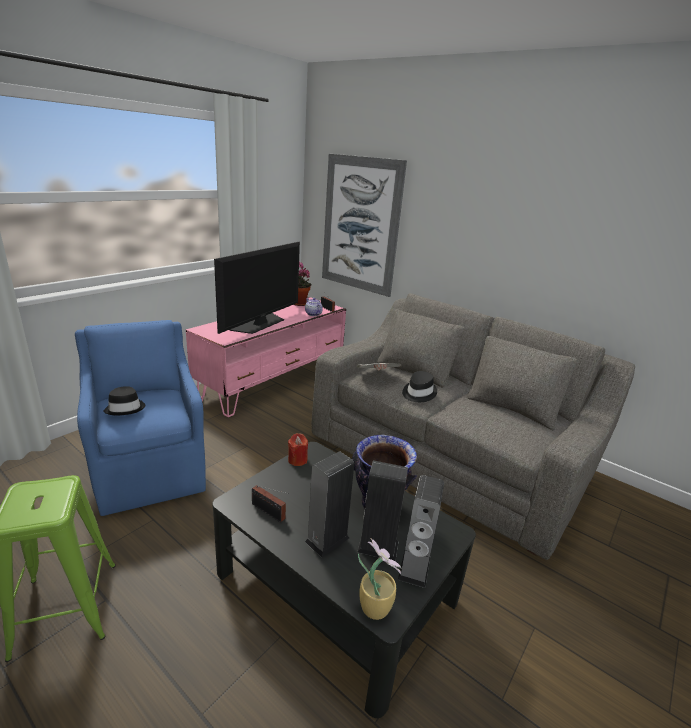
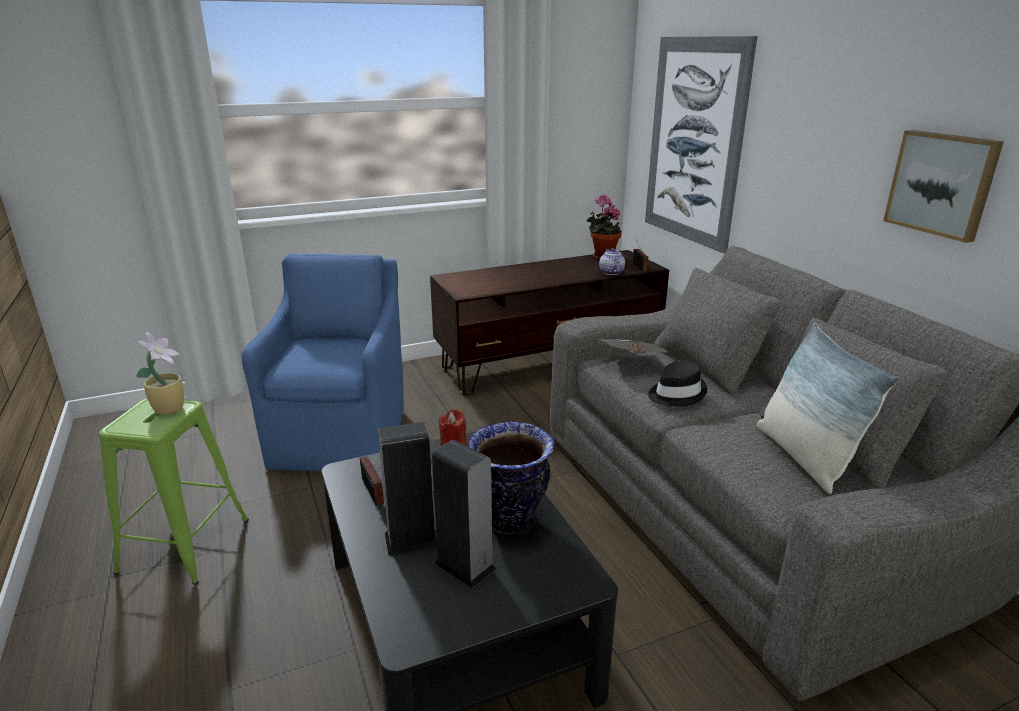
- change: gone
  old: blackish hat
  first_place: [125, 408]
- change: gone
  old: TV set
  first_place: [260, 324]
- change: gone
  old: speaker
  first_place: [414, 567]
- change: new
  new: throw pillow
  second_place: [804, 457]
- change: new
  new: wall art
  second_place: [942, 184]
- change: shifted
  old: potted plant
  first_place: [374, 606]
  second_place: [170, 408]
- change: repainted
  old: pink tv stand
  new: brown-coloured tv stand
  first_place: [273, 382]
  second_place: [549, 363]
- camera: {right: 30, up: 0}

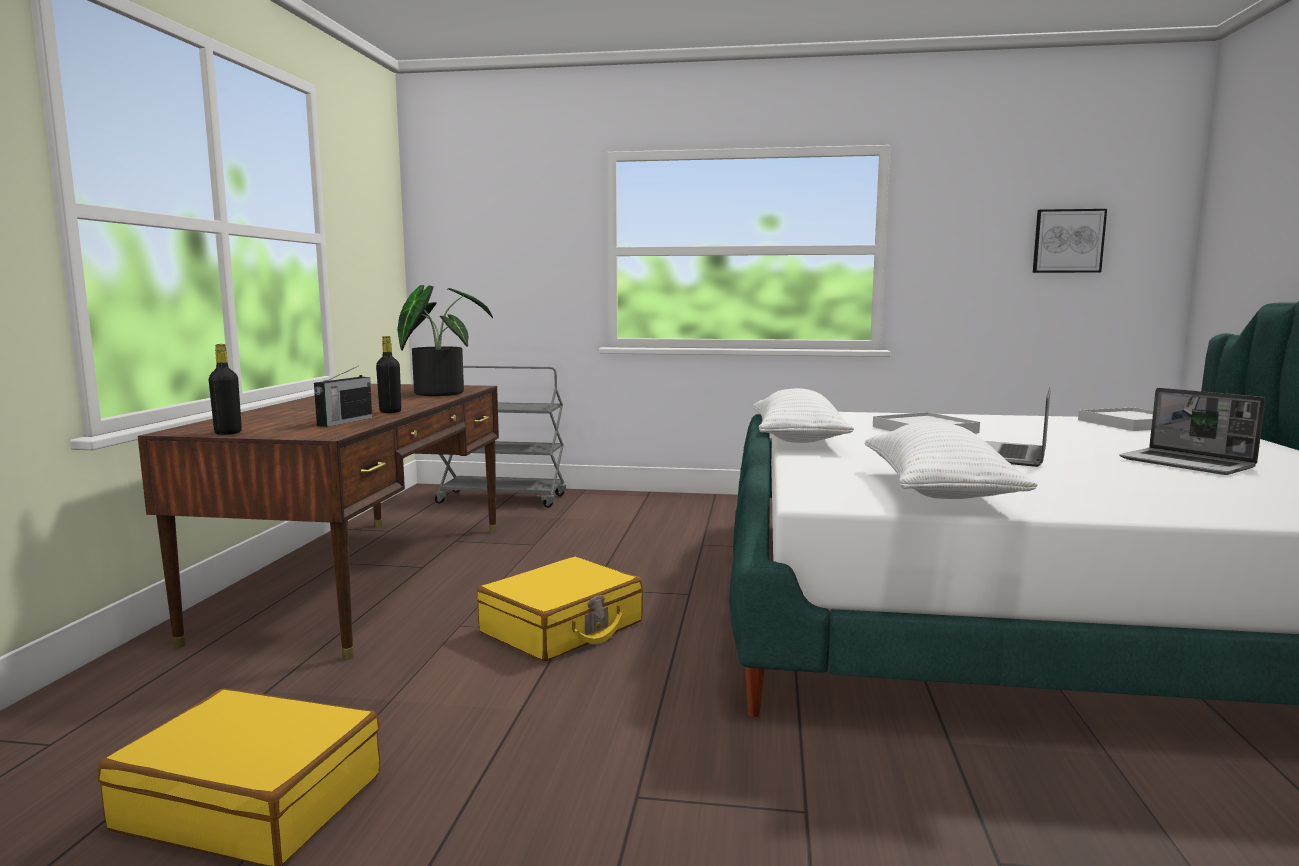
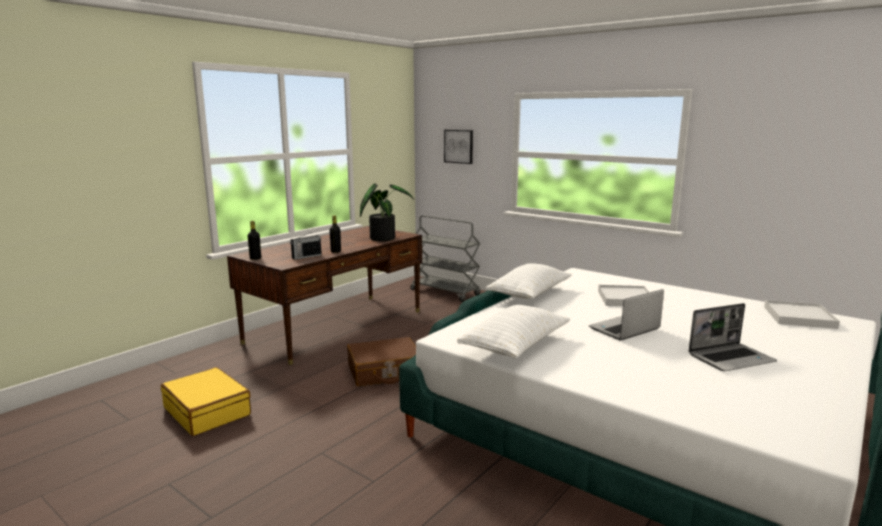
- change: shifted
  old: wall art
  first_place: [1068, 241]
  second_place: [459, 146]
- change: repainted
  old: yellow-coloured suitcase
  new: brown-coloured suitcase
  first_place: [562, 628]
  second_place: [384, 372]
- change: rotated
  old: laptop
  first_place: [1188, 464]
  second_place: [731, 358]
  degrees: -105
- camera: {right: 30, up: 5}

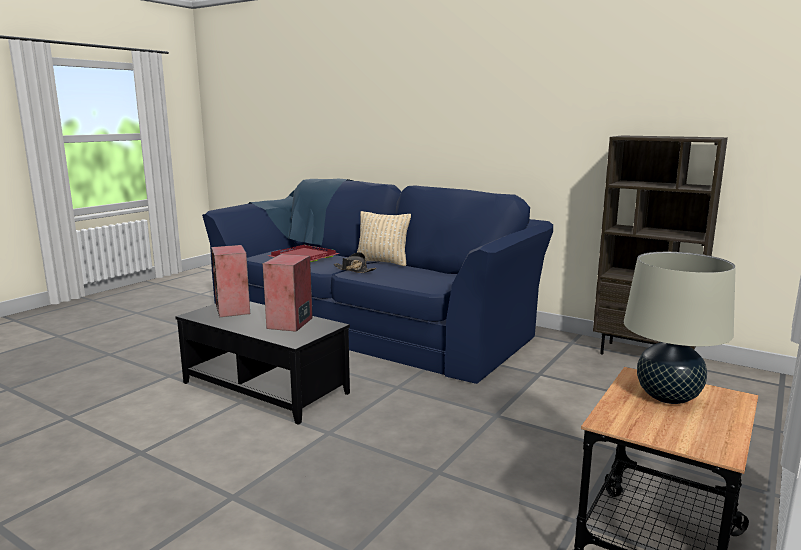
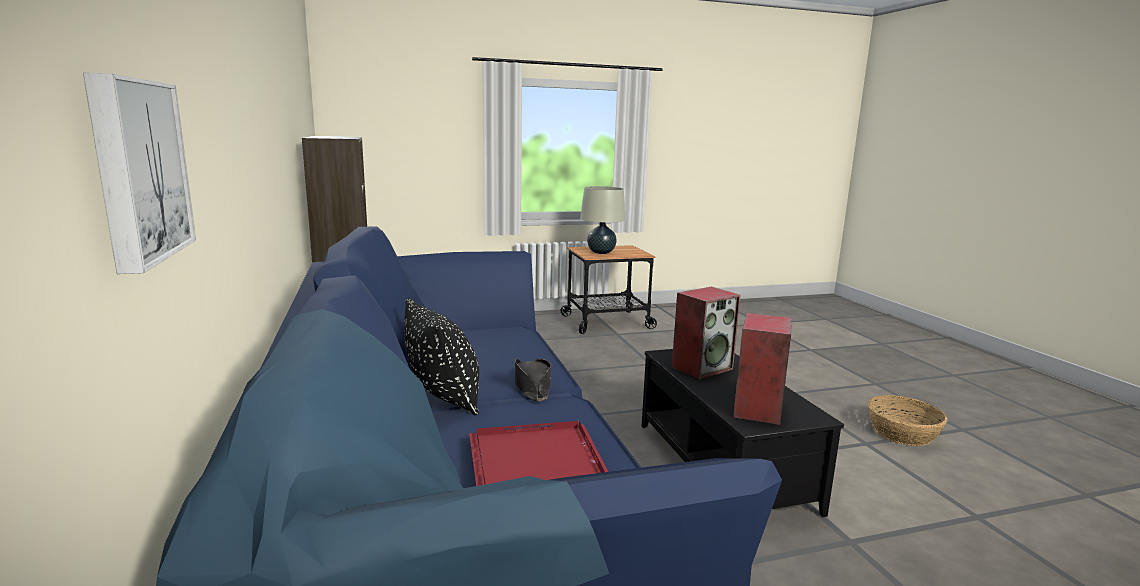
- change: new
  new: wall art
  second_place: [136, 170]
- change: new
  new: household basket
  second_place: [903, 433]
- change: repainted
  old: beige throw pillow
  new: blackish throw pillow
  first_place: [382, 262]
  second_place: [444, 399]
- camera: {right: -140, up: 0}

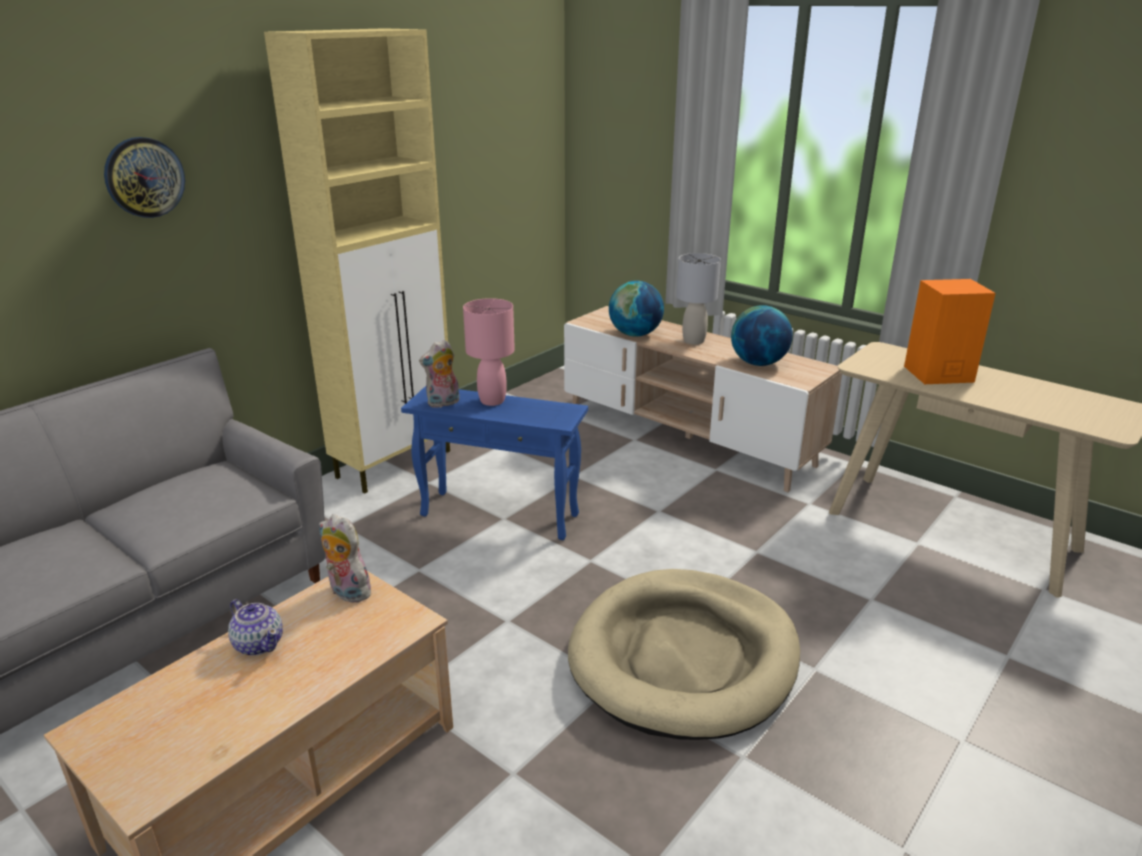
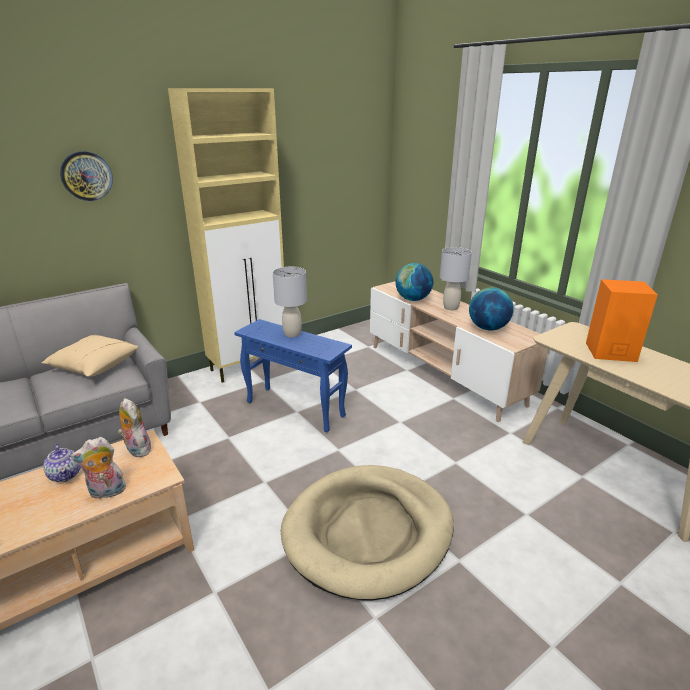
- change: new
  new: beige throw pillow
  second_place: [94, 365]
- change: shifted
  old: cuddly toy
  first_place: [443, 403]
  second_place: [106, 493]
- change: repainted
  old: pink tabletop lamp
  new: grey tabletop lamp
  first_place: [492, 401]
  second_place: [292, 334]
- camera: {right: 15, up: 0}

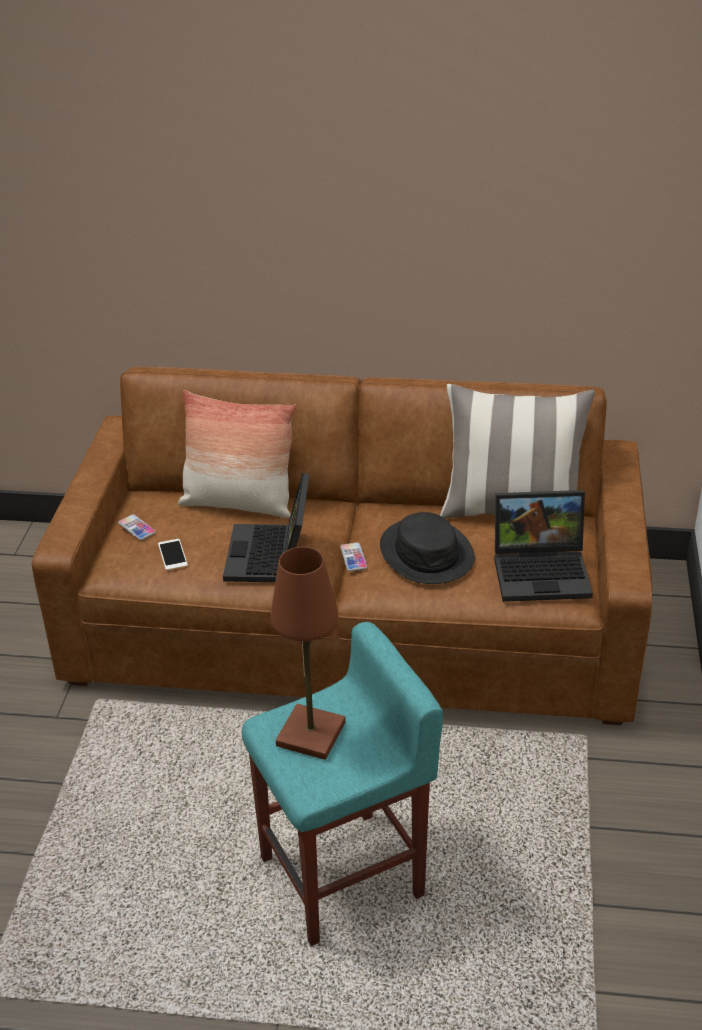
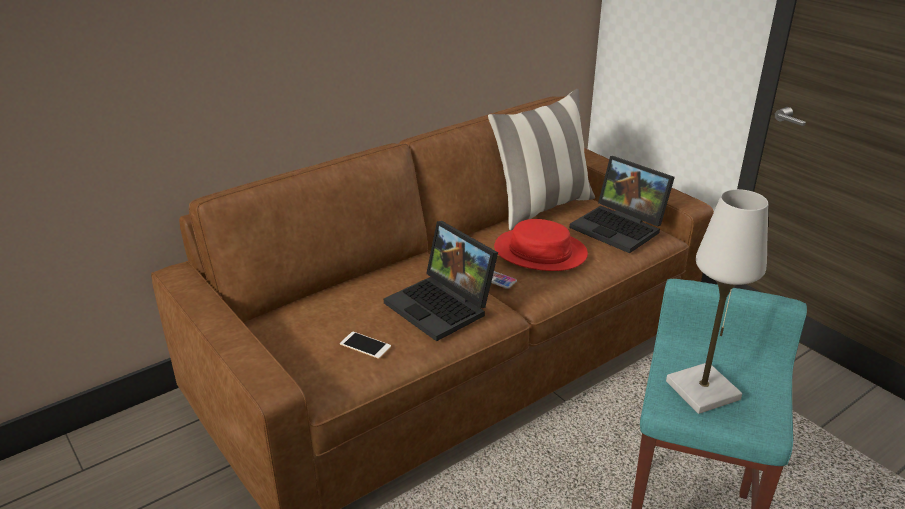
- change: gone
  old: telephone
  first_place: [137, 528]
- change: gone
  old: throw pillow
  first_place: [238, 504]
- change: repainted
  old: brown-coloured tabletop lamp
  new: white-coloured tabletop lamp
  first_place: [311, 734]
  second_place: [703, 390]
- change: repainted
  old: blackish hat
  new: red hat
  first_place: [427, 553]
  second_place: [540, 251]
- change: rotated
  old: laptop
  first_place: [543, 571]
  second_place: [621, 228]
  degrees: 90
- camera: {right: -45, up: -5}

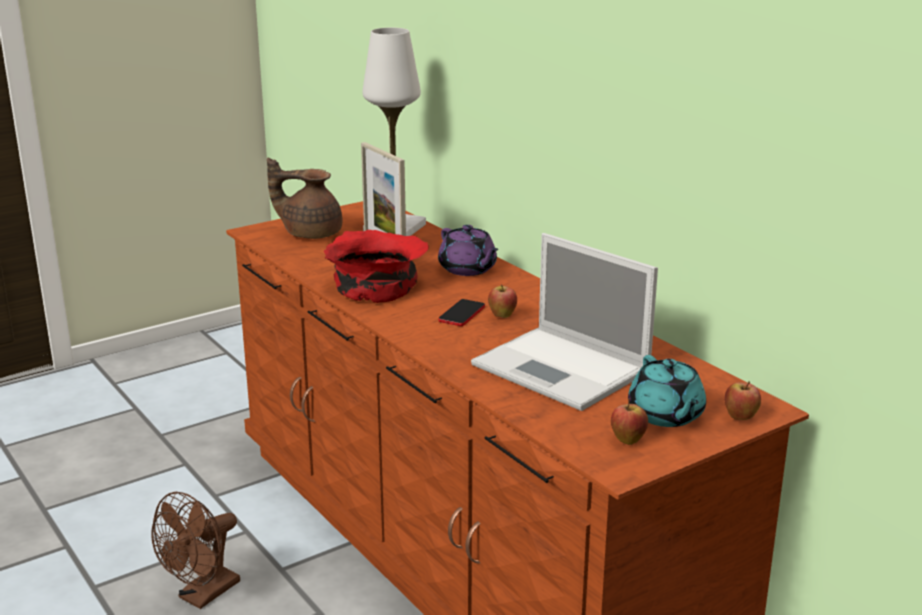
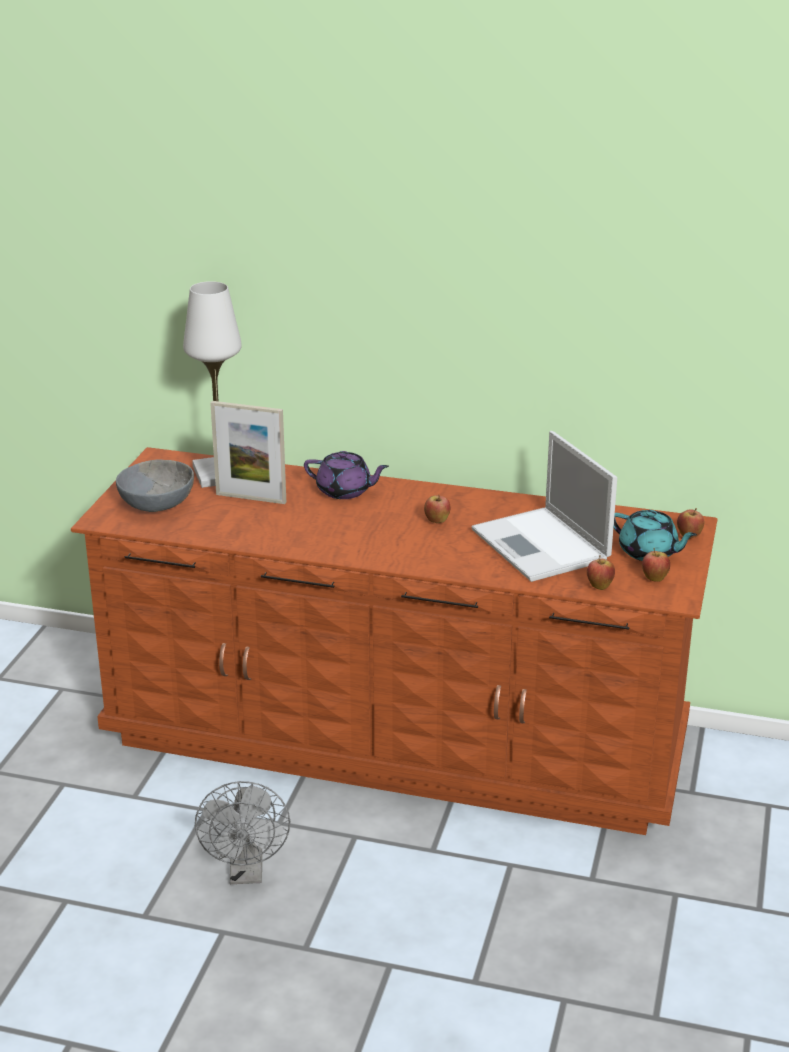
- change: gone
  old: red deep dish
  first_place: [377, 285]
- change: gone
  old: telephone
  first_place: [462, 314]
- change: new
  new: apple
  second_place: [599, 587]
- change: swapped
  old: brown-coloured pot for tea
  new: grey deep dish
  first_place: [310, 233]
  second_place: [156, 504]
- change: repainted
  old: brown-coloured electric fan
  new: grey electric fan
  first_place: [203, 595]
  second_place: [247, 873]
- change: rotated
  old: laptop
  first_place: [563, 369]
  second_place: [542, 546]
  degrees: 60
- camera: {right: -40, up: 5}

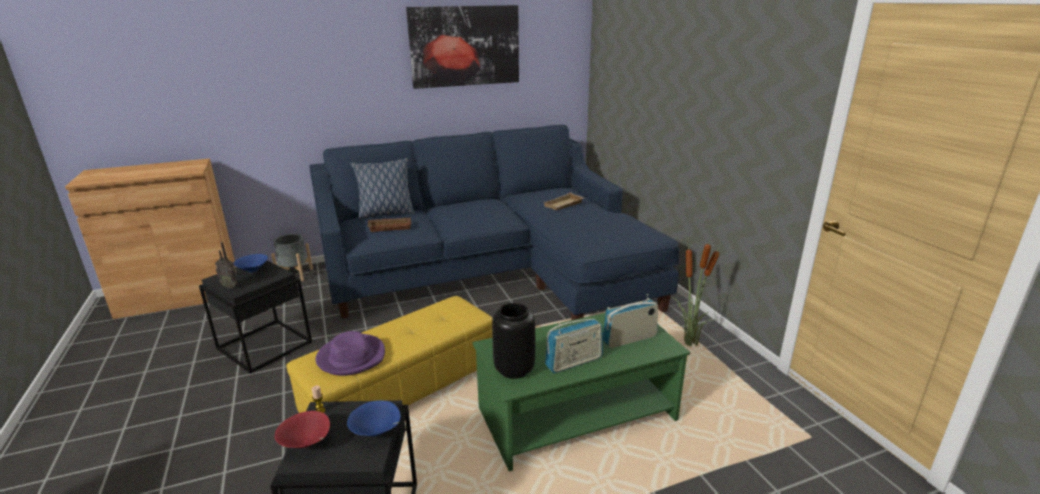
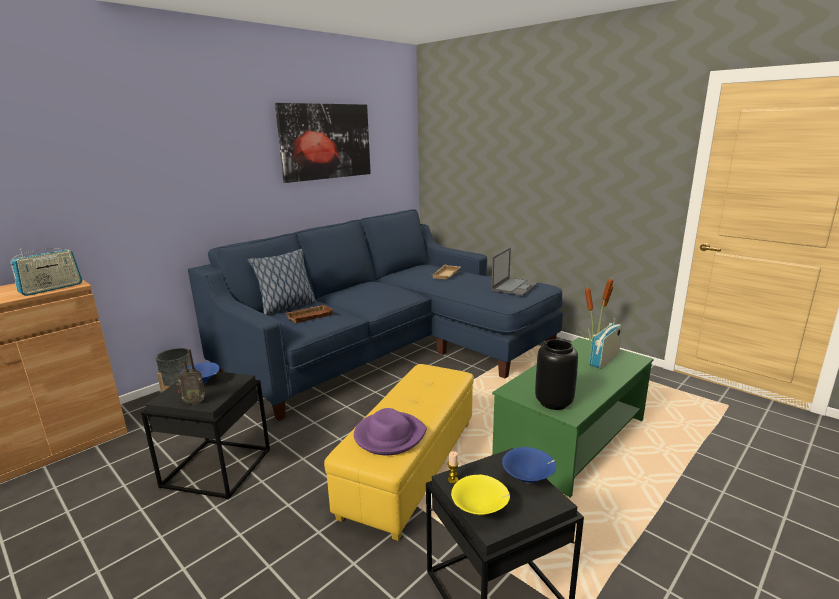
- change: new
  new: laptop
  second_place: [515, 286]
- change: shifted
  old: radio receiver
  first_place: [574, 362]
  second_place: [51, 288]
- change: repainted
  old: red deep dish
  new: yellow-coloured deep dish
  first_place: [307, 444]
  second_place: [480, 510]
- camera: {right: -25, up: -5}

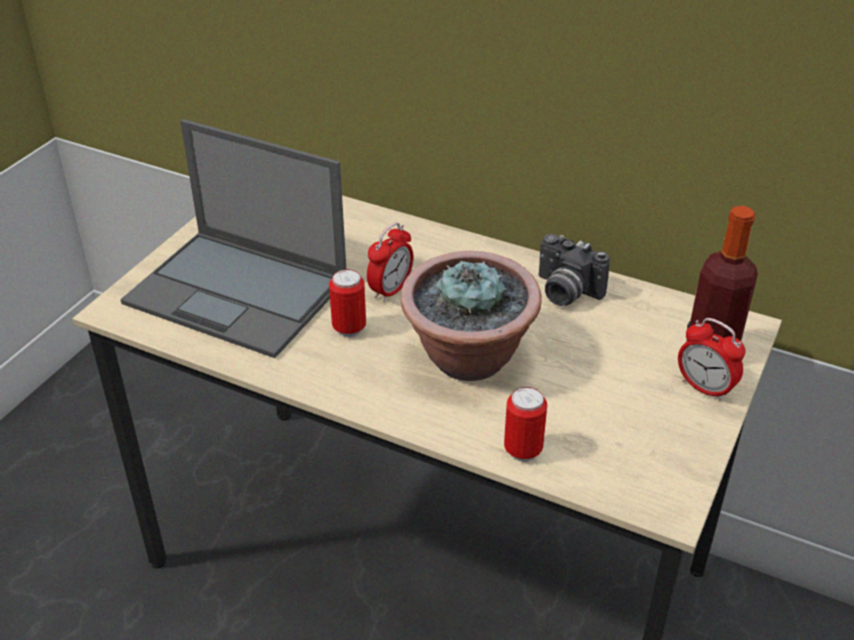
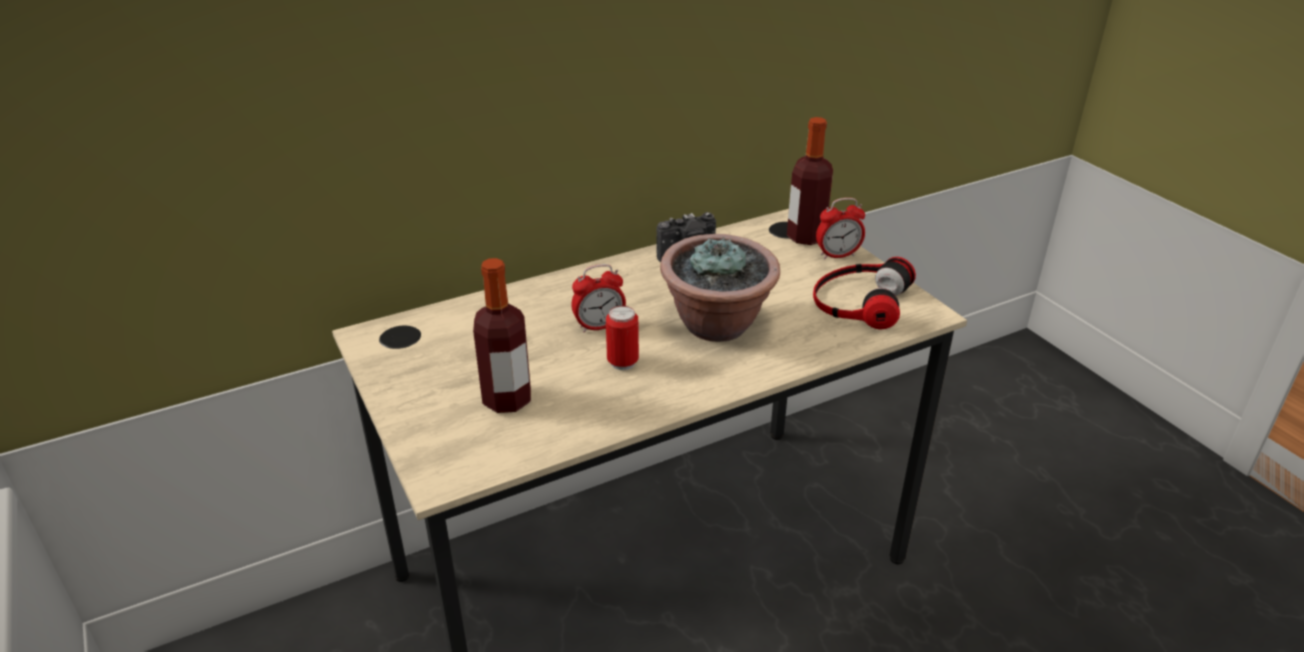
- change: gone
  old: sealed can
  first_place: [523, 450]
- change: new
  new: headphones
  second_place: [859, 301]
- change: swapped
  old: laptop
  new: bottle
  first_place: [239, 292]
  second_place: [507, 399]
- change: rotated
  old: table clock
  first_place: [390, 290]
  second_place: [599, 326]
  degrees: 90
- camera: {right: -55, up: -5}

